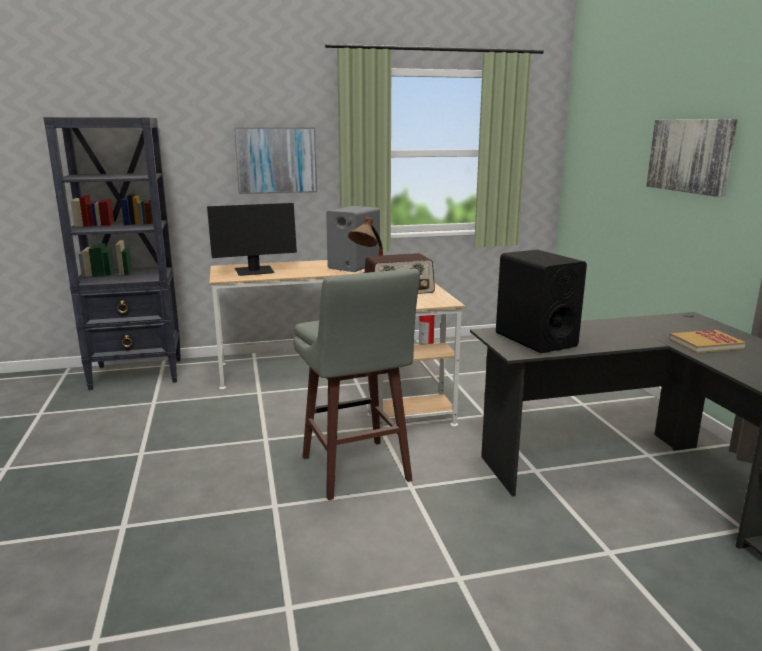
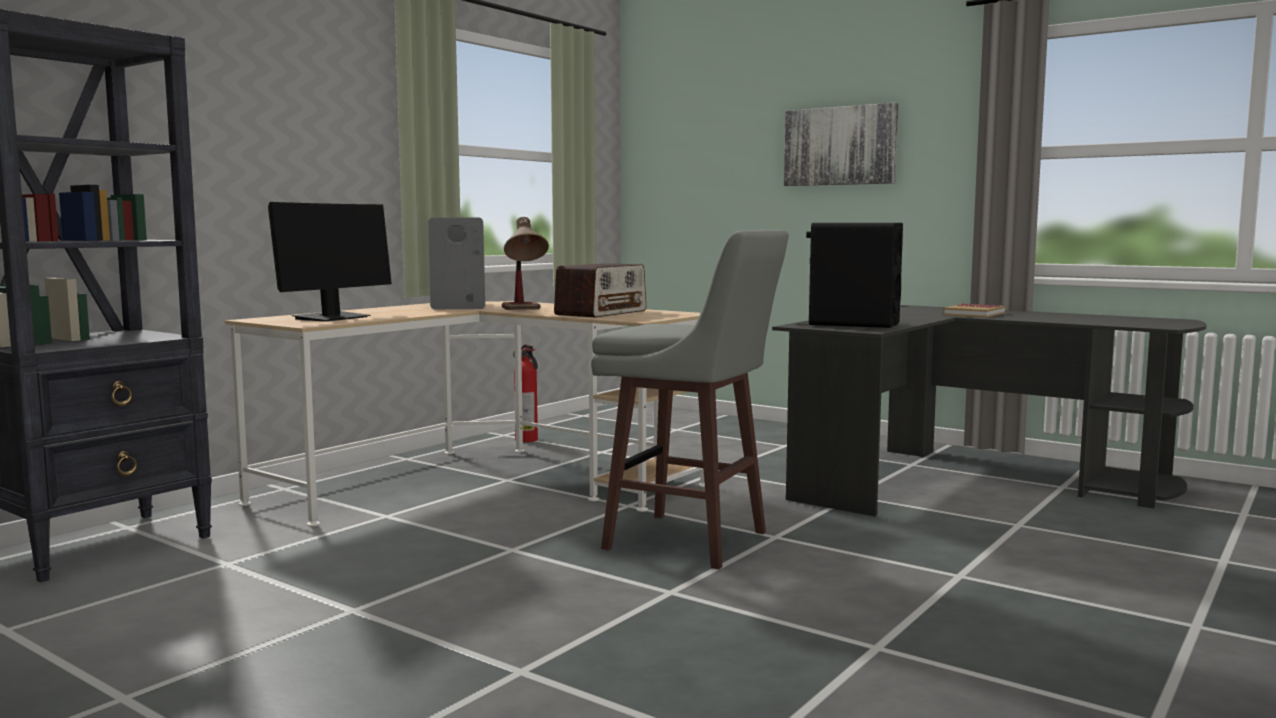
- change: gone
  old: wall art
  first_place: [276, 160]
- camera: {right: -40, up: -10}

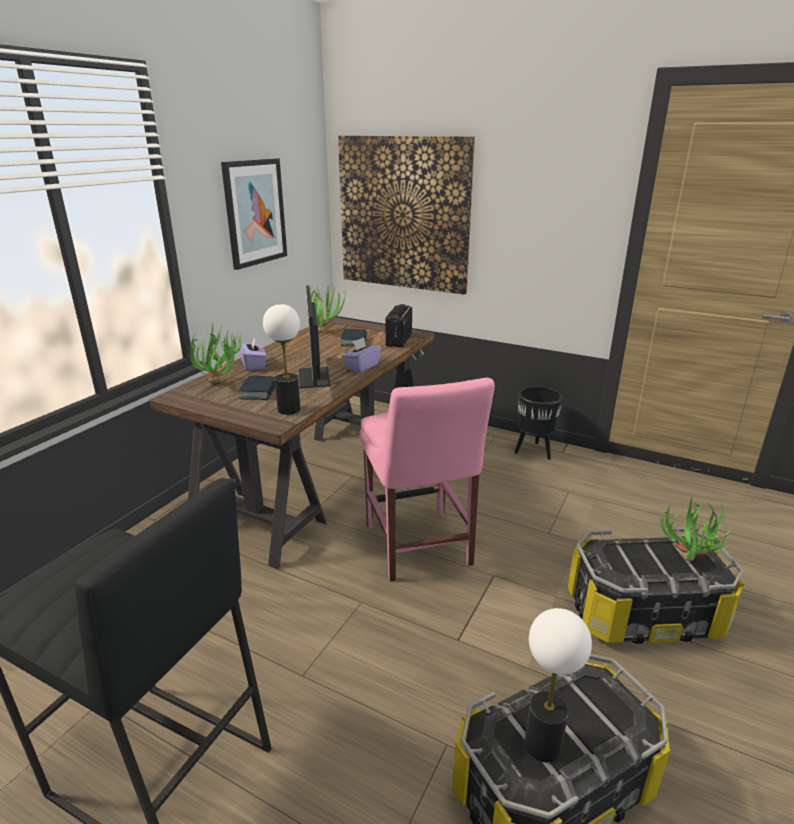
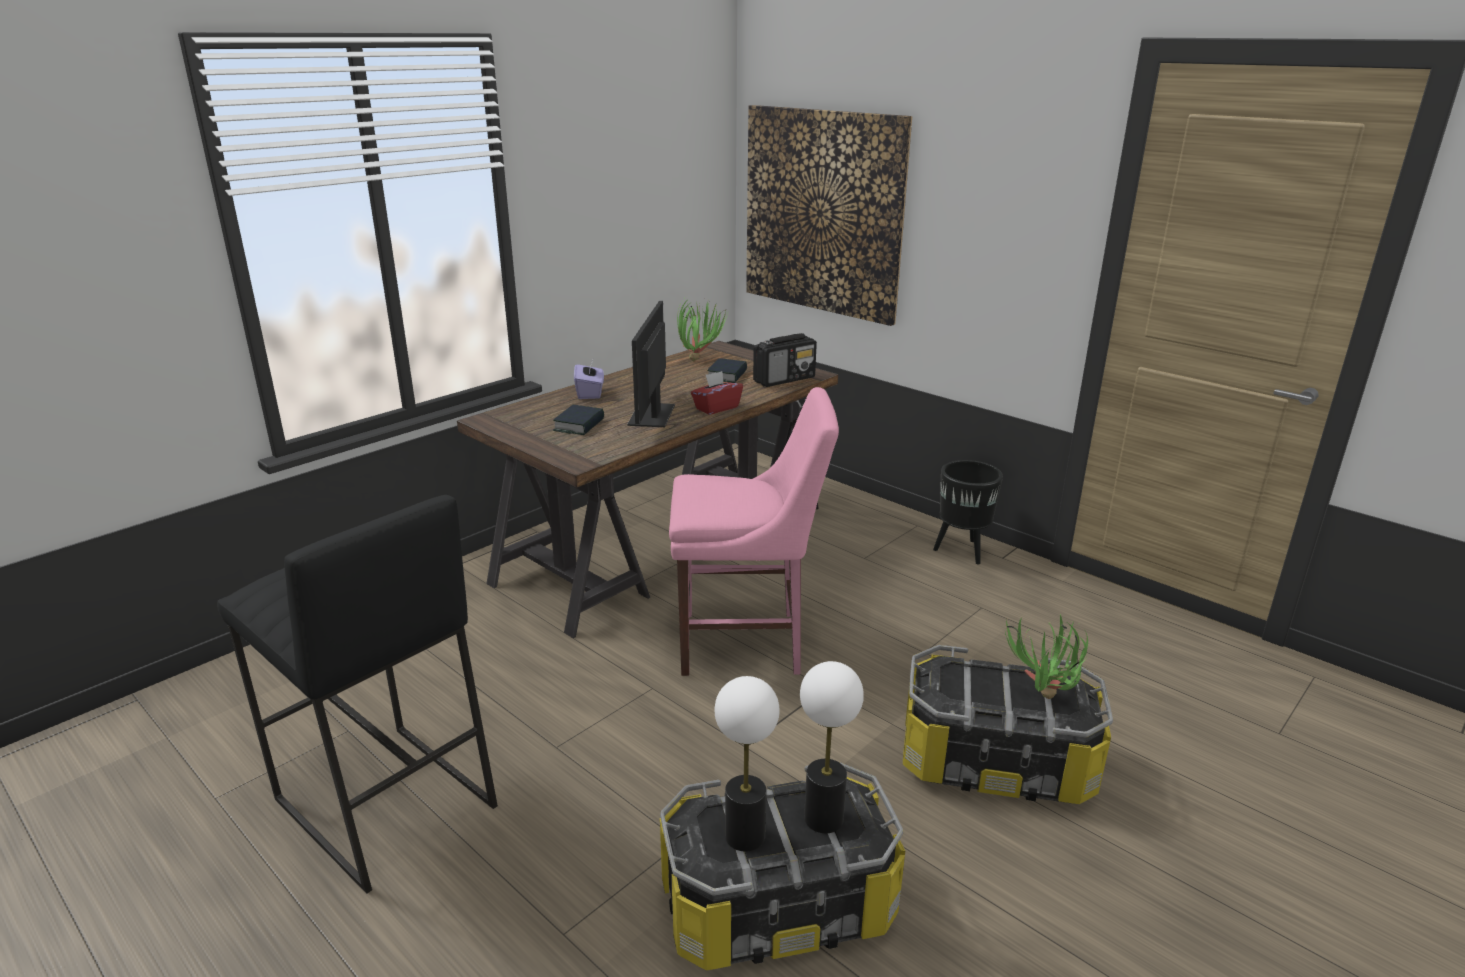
- change: gone
  old: potted plant
  first_place: [221, 384]
- change: gone
  old: wall art
  first_place: [255, 212]
- change: shifted
  old: tabletop lamp
  first_place: [289, 409]
  second_place: [823, 819]
- change: repainted
  old: purple tissue box
  new: red tissue box
  first_place: [361, 366]
  second_place: [716, 408]
- change: rotated
  old: pink chair
  first_place: [419, 548]
  second_place: [748, 643]
  degrees: -90
- change: rotated
  old: radio receiver
  first_place: [399, 340]
  second_place: [784, 379]
  degrees: -150
- camera: {right: 15, up: 0}

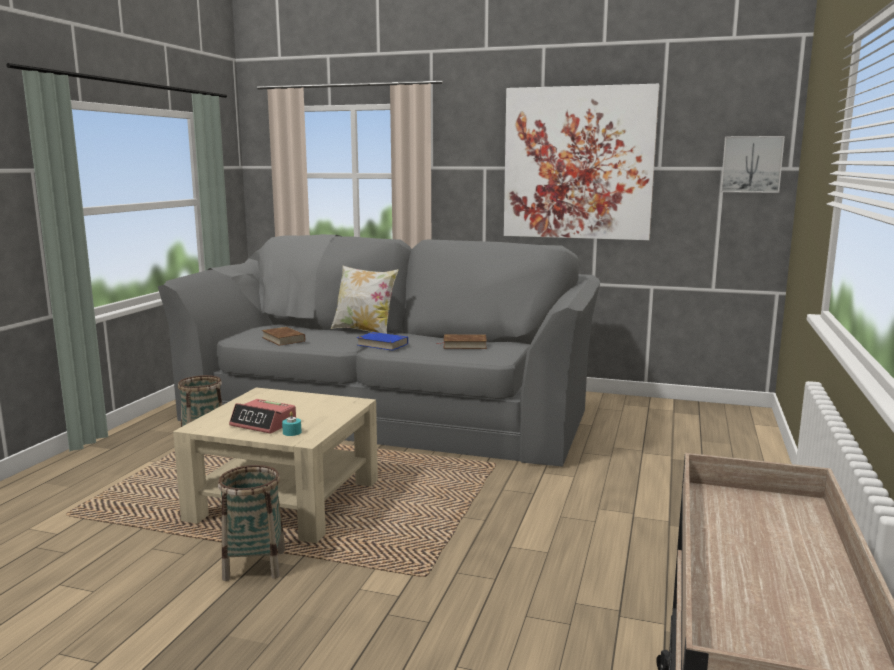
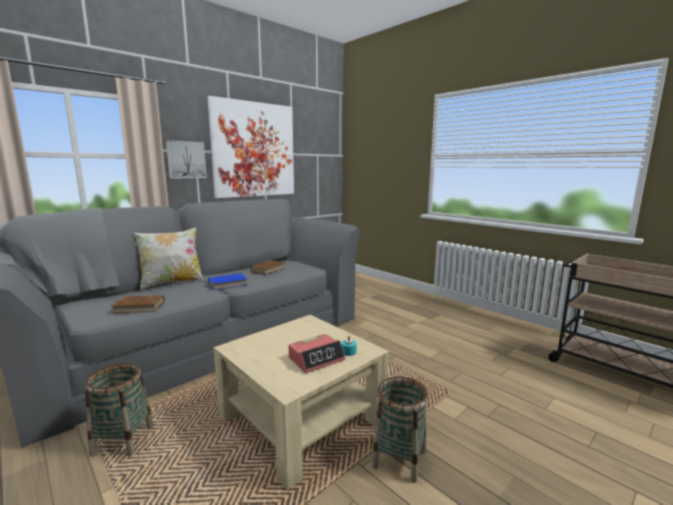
- change: shifted
  old: wall art
  first_place: [751, 164]
  second_place: [186, 160]
- camera: {right: -60, up: 0}

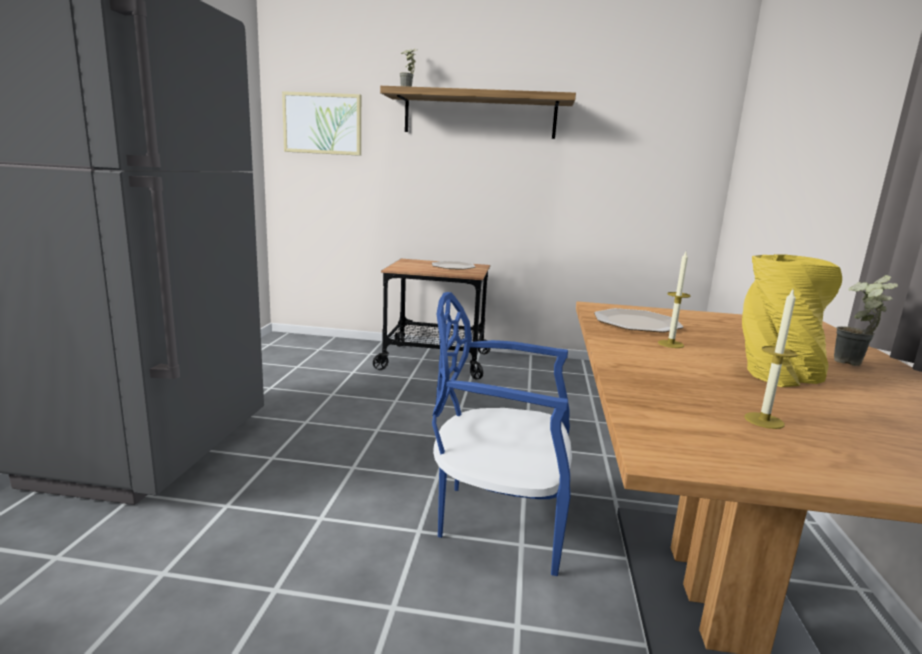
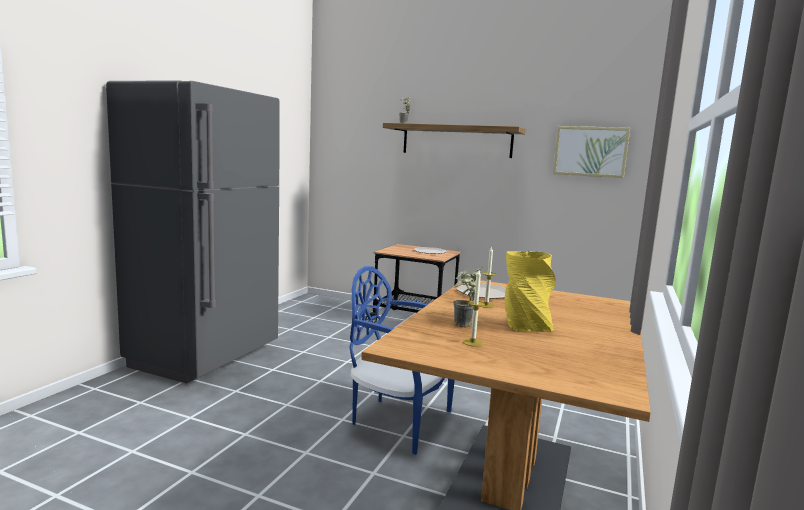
- change: shifted
  old: wall art
  first_place: [322, 124]
  second_place: [590, 151]
- change: shifted
  old: potted plant
  first_place: [854, 365]
  second_place: [463, 326]
- camera: {right: 15, up: -5}

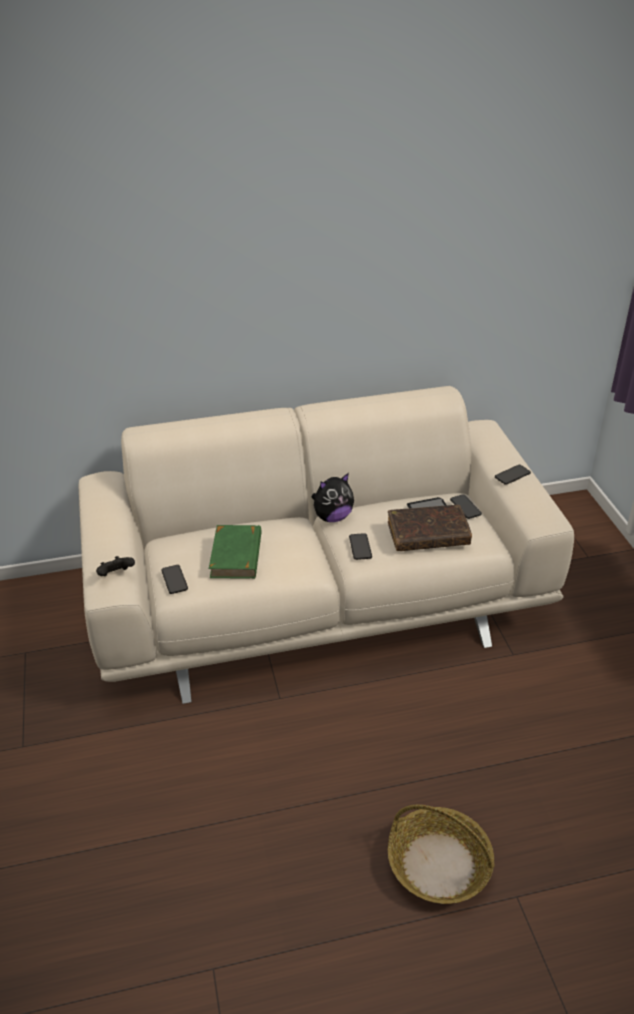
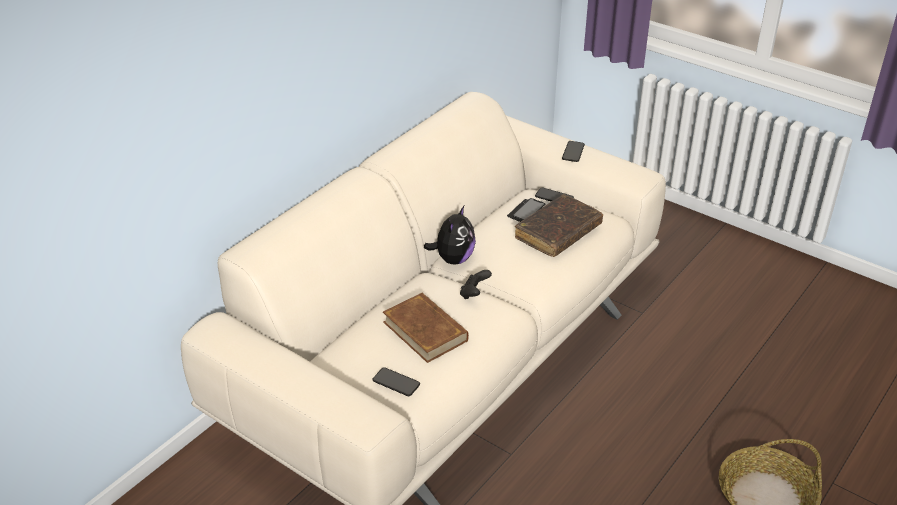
- change: gone
  old: telephone
  first_place: [360, 547]
- change: shifted
  old: blackish gamepad
  first_place: [116, 575]
  second_place: [474, 294]
- change: repainted
  old: green book
  new: brown-coloured book
  first_place: [237, 555]
  second_place: [425, 331]
- camera: {right: -40, up: 0}

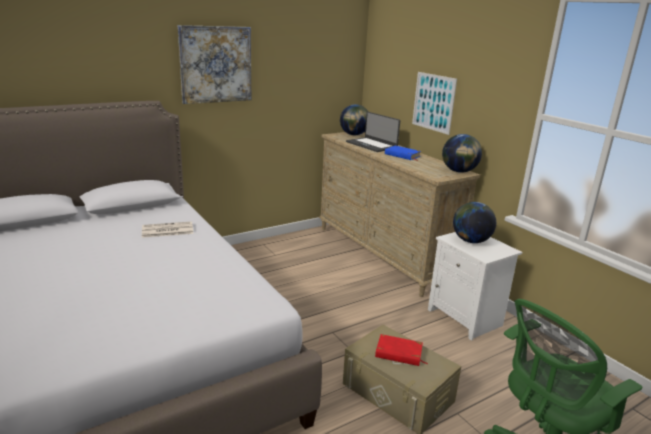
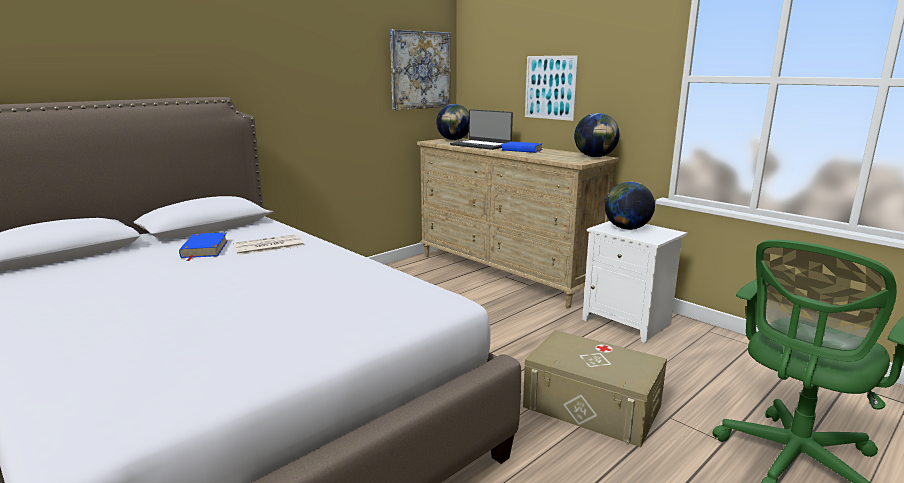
- change: gone
  old: red book
  first_place: [399, 353]
- change: new
  new: blue book
  second_place: [204, 249]
- change: shifted
  old: wall art
  first_place: [215, 64]
  second_place: [420, 70]
- camera: {right: -10, up: -5}

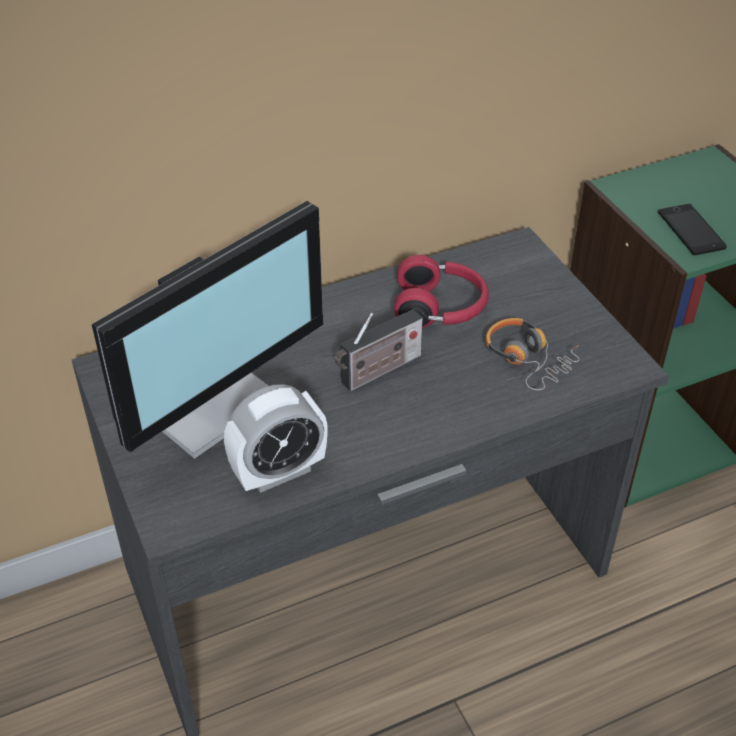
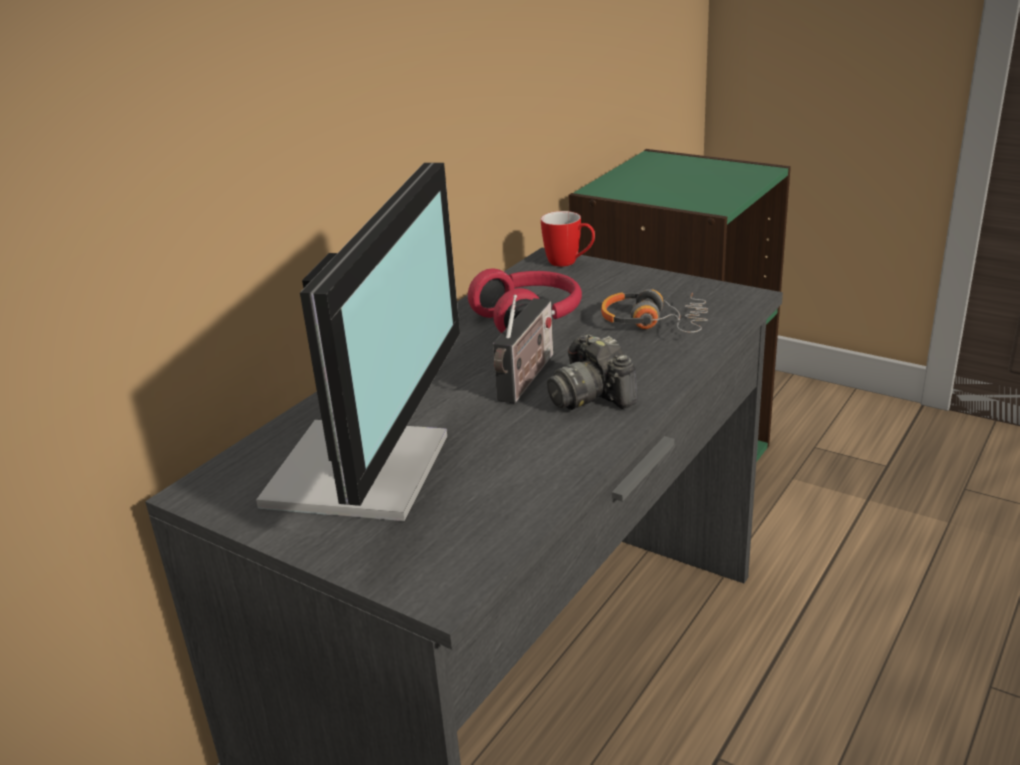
- change: gone
  old: table clock
  first_place: [279, 472]
- change: gone
  old: telephone
  first_place: [691, 230]
- change: new
  new: tea mug
  second_place: [569, 263]
- change: new
  new: photo camera
  second_place: [591, 395]
- camera: {right: -30, up: -15}

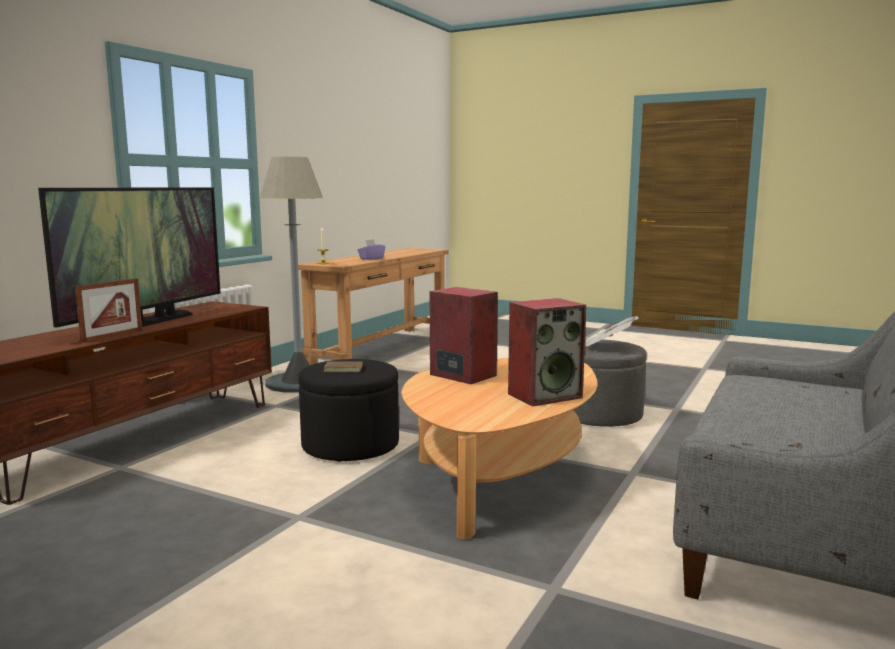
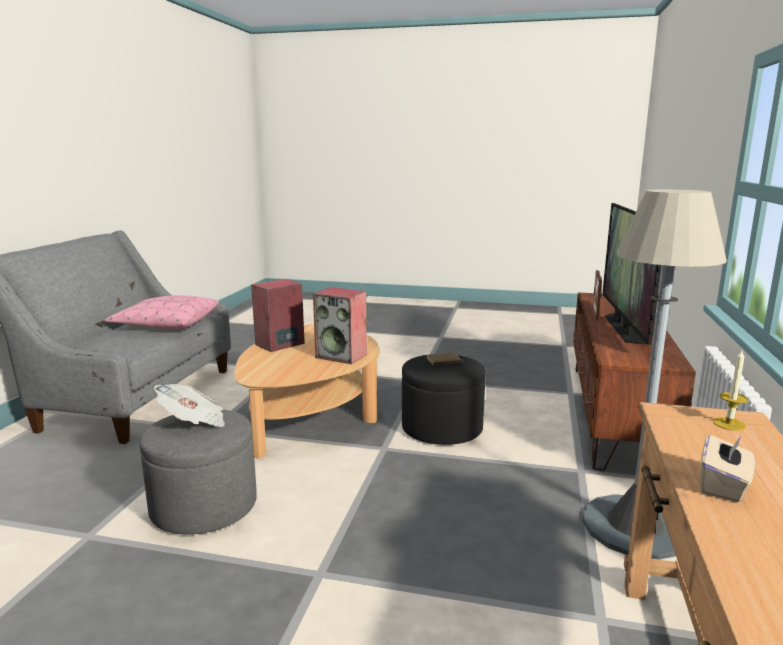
- change: new
  new: pink throw pillow
  second_place: [165, 324]
- change: repainted
  old: purple tissue box
  new: beige tissue box
  first_place: [371, 259]
  second_place: [723, 486]
- camera: {right: 165, up: 5}

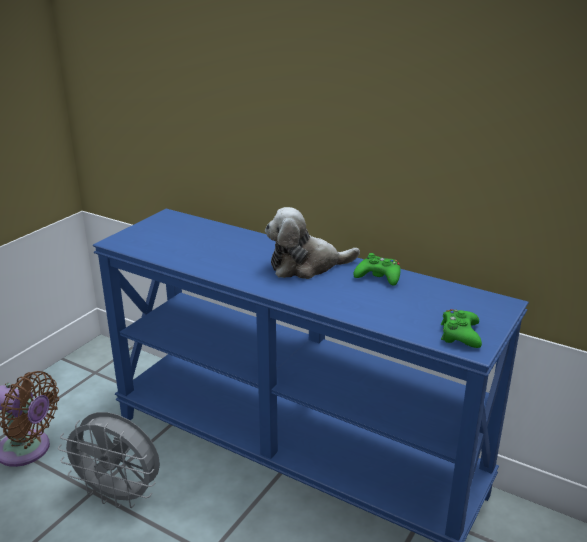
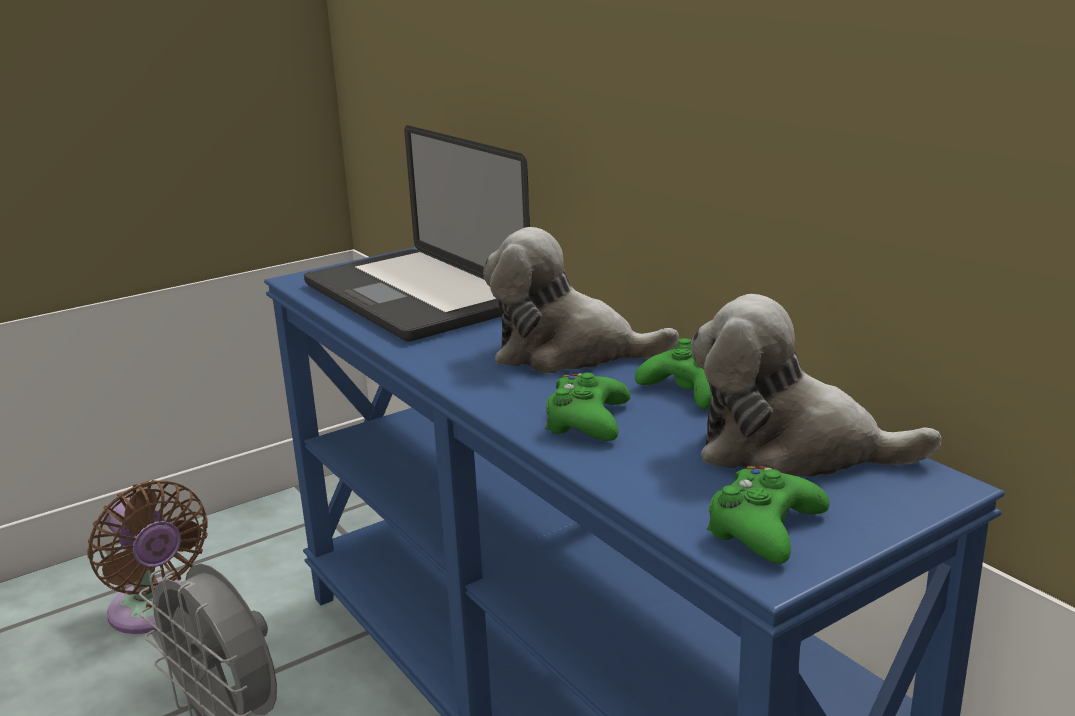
- change: new
  new: laptop
  second_place: [414, 297]
- change: new
  new: green gamepad
  second_place: [587, 421]
- change: new
  new: cuddly toy
  second_place: [791, 451]
- camera: {right: 25, up: -5}

